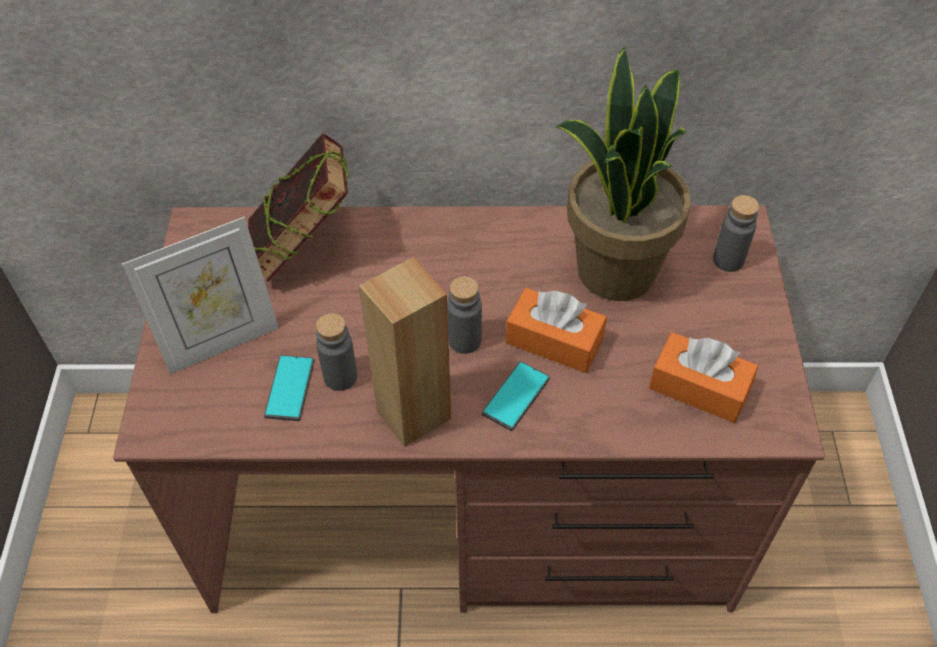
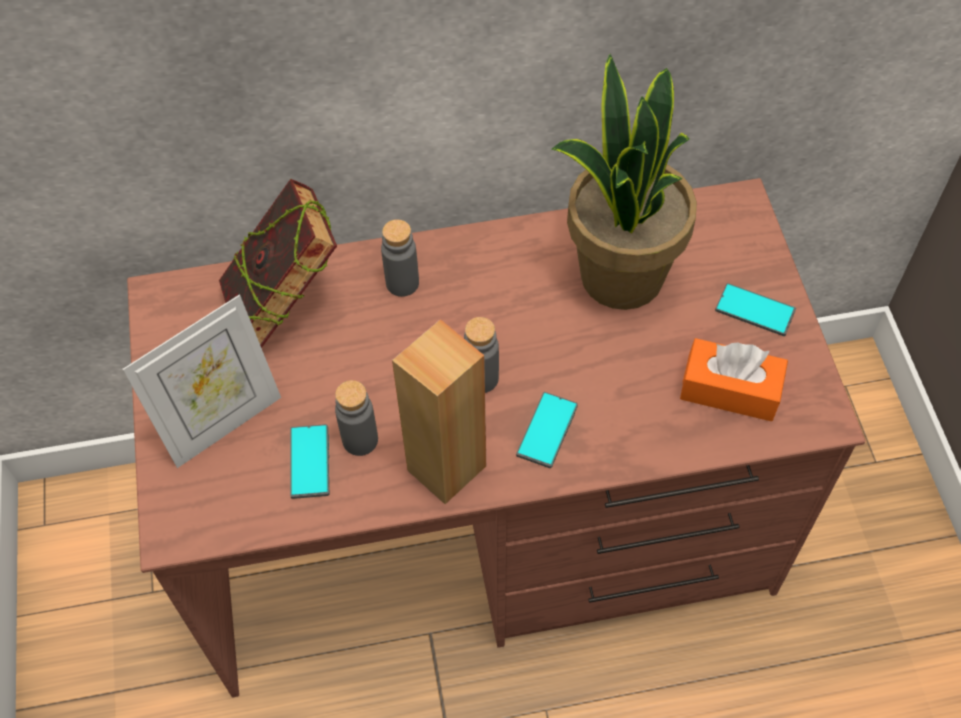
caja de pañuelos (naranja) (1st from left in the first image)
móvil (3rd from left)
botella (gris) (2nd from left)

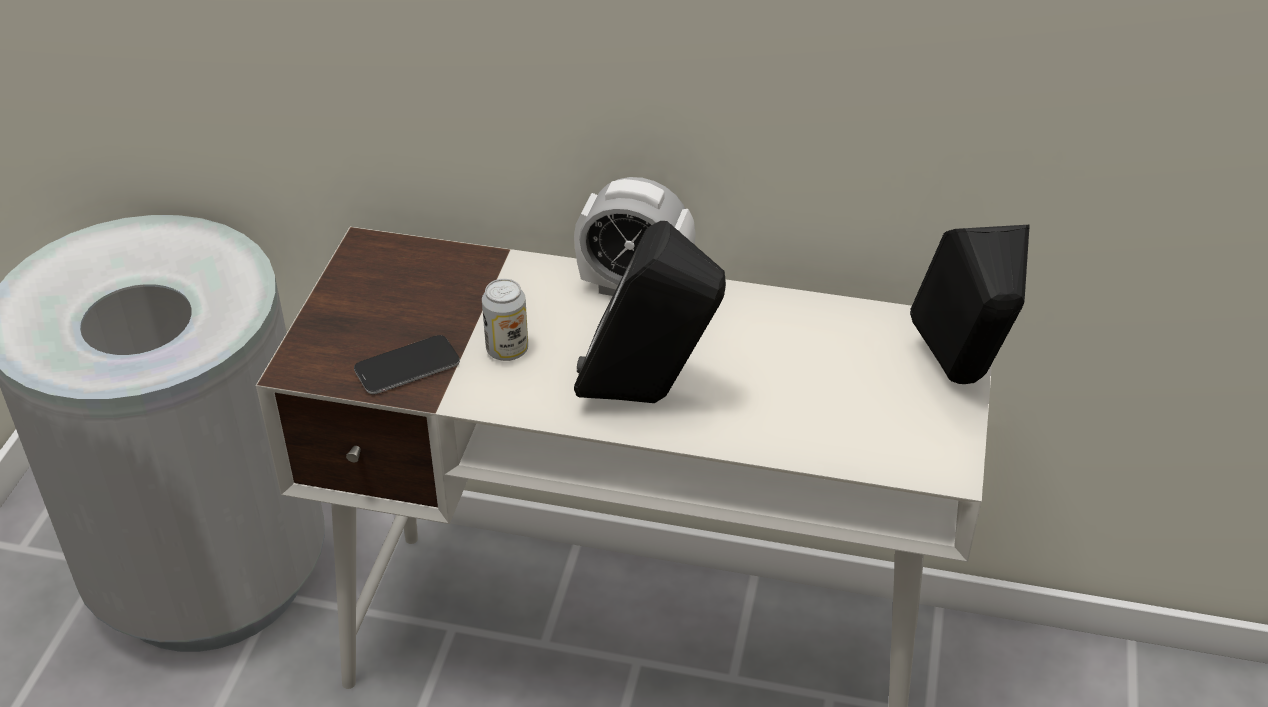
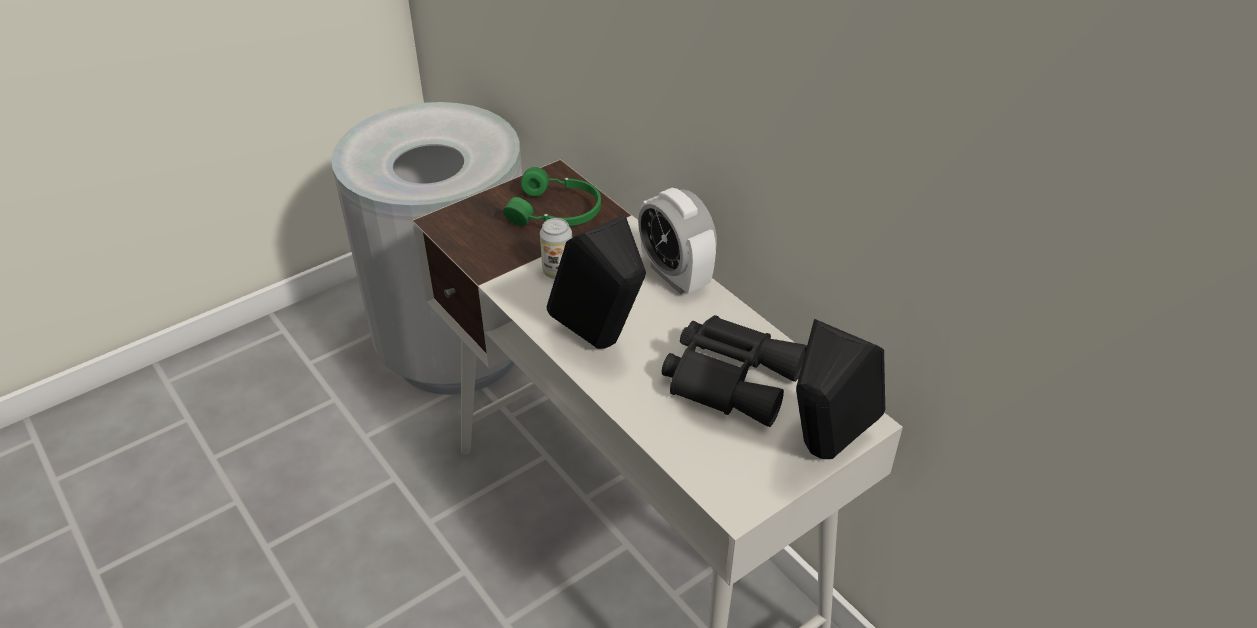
móvil
auriculares (verde)
prismáticos (negro)

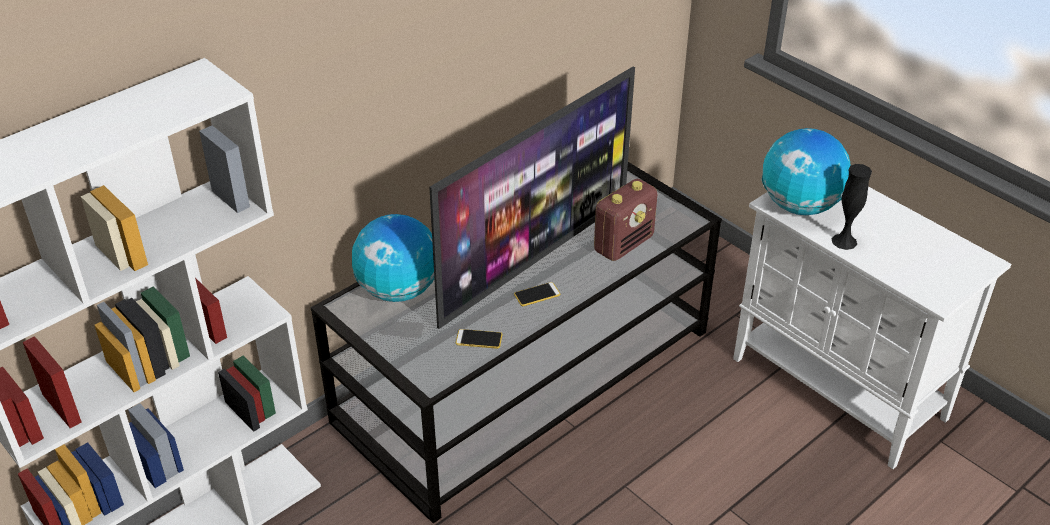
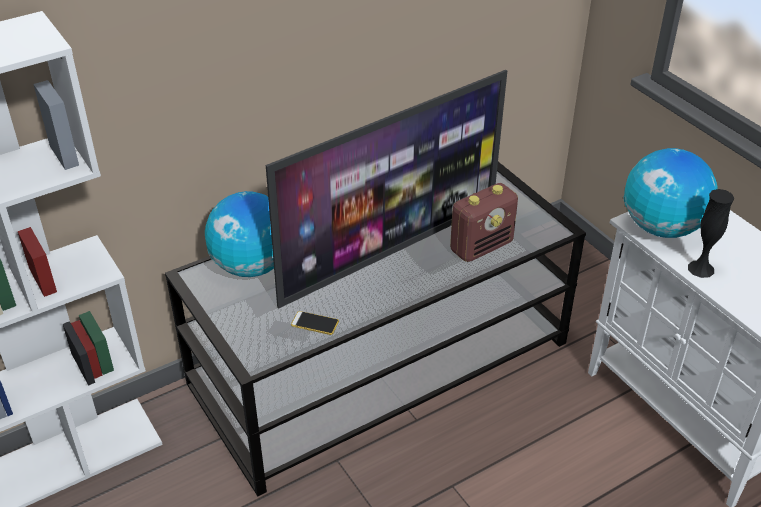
móvil (2nd from left in the first image)

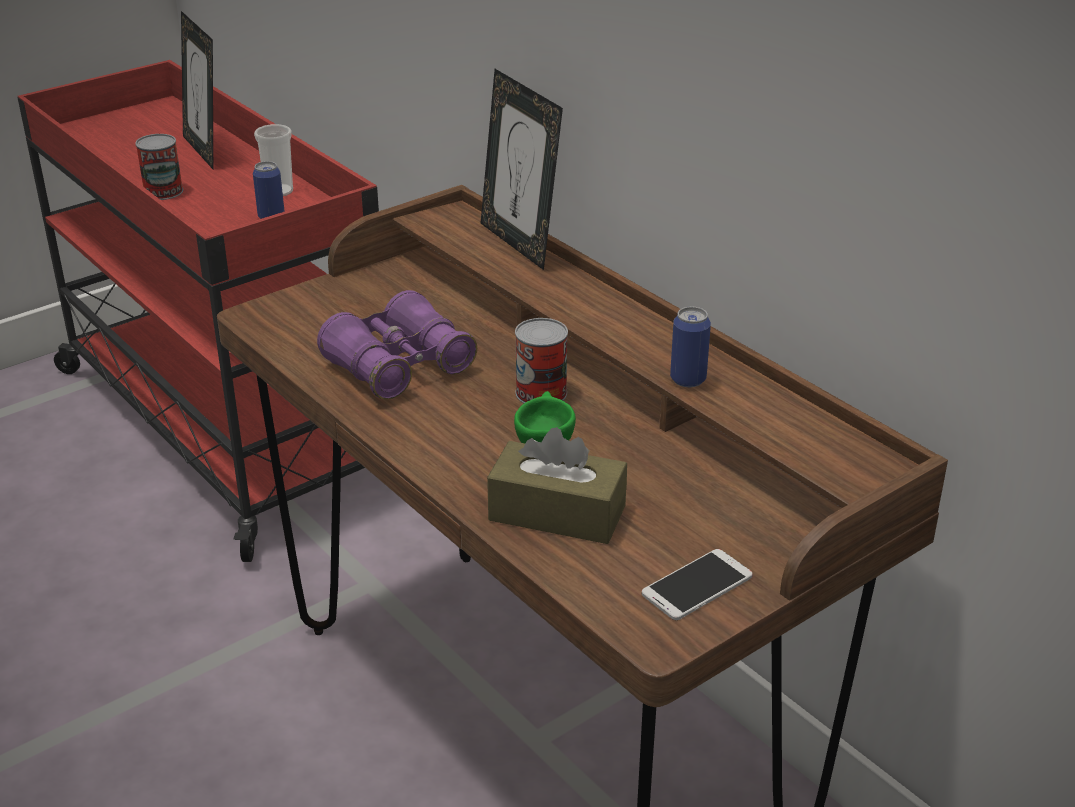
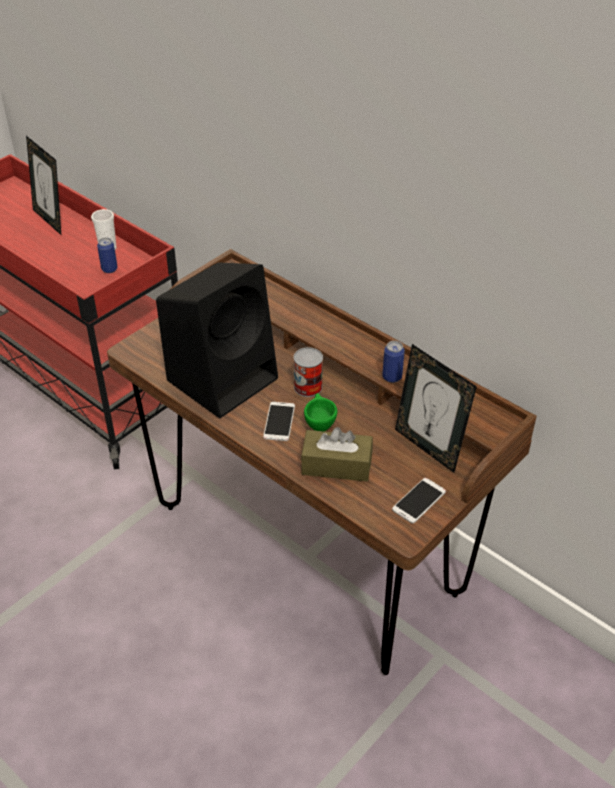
lata (1st from left in the first image)
móvil (1st from left)
portarretratos (2nd from left)
altavoz (negro)

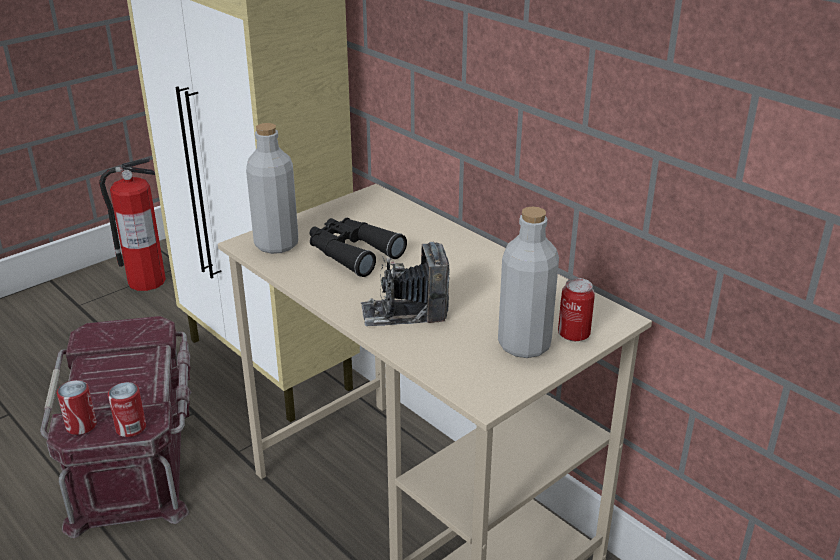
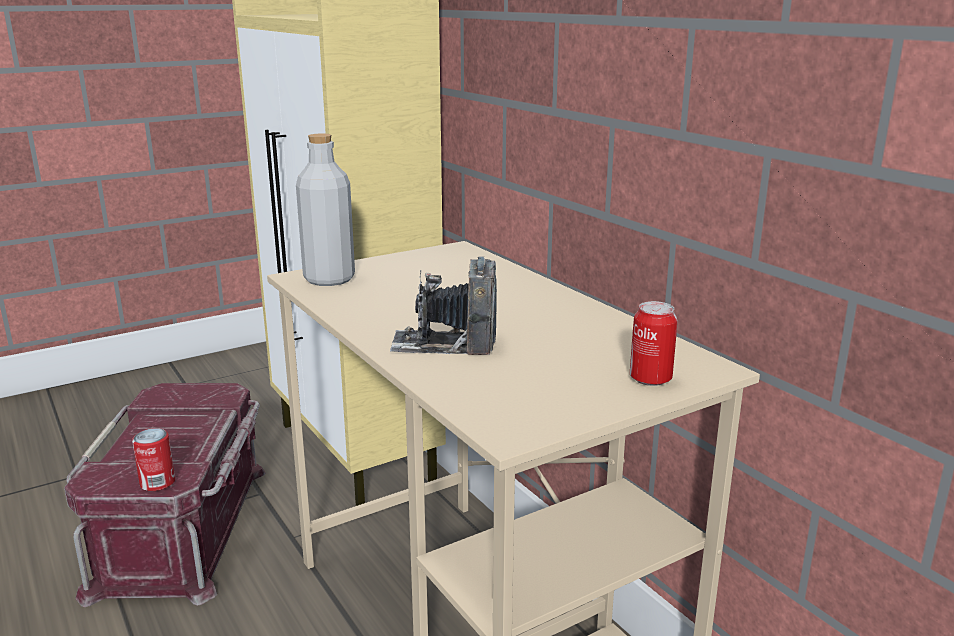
lata (1st from left in the first image)
extintor
prismáticos (negro)
botella (gris) (2nd from left in the first image)

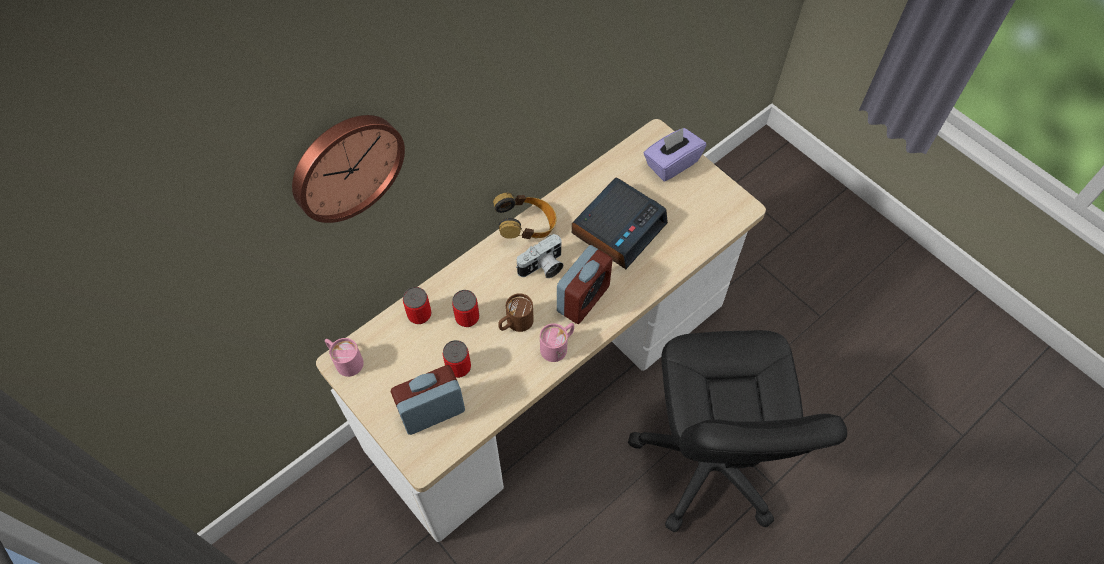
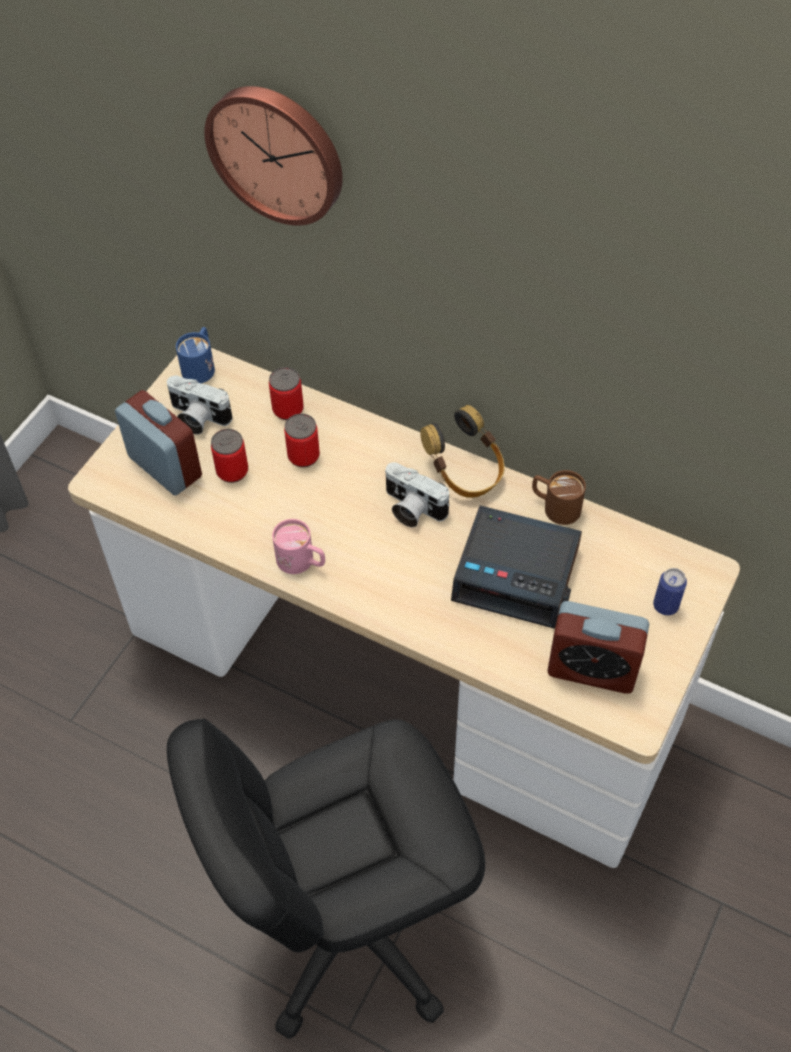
cámara (1st from left)
taza grande (marrón)
despertador (3rd from left)
lata (4th from left)
taza grande (azul)

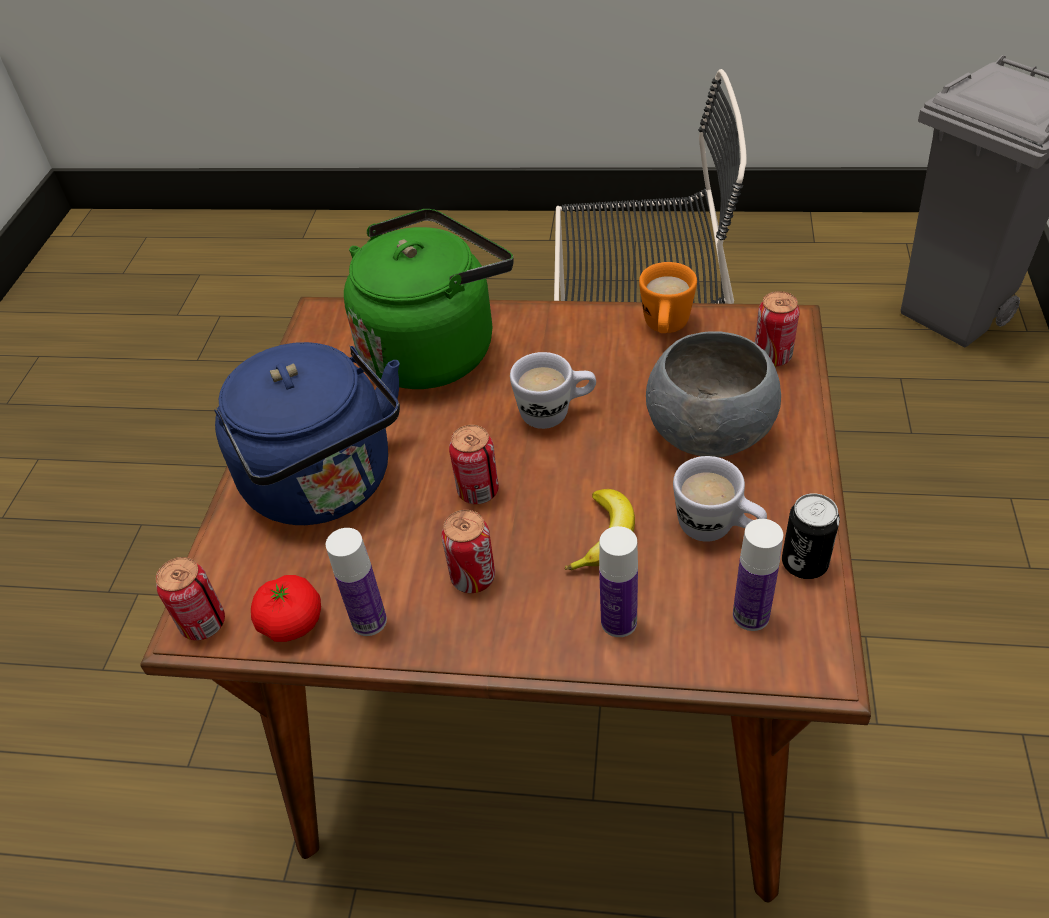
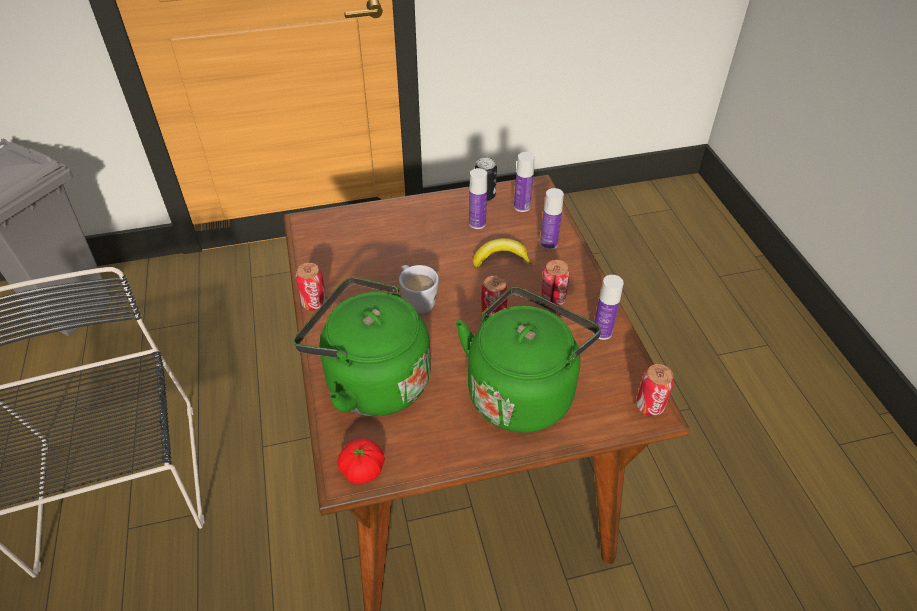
taza grande (naranja)
cuenco (gris)
tomate
lata (1st from left)
botella (1st from left)
hervidor (verde) (2nd from left)

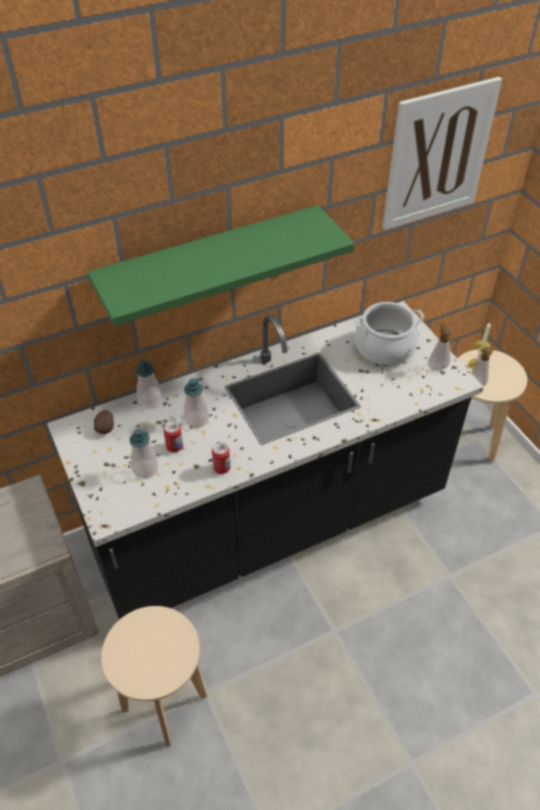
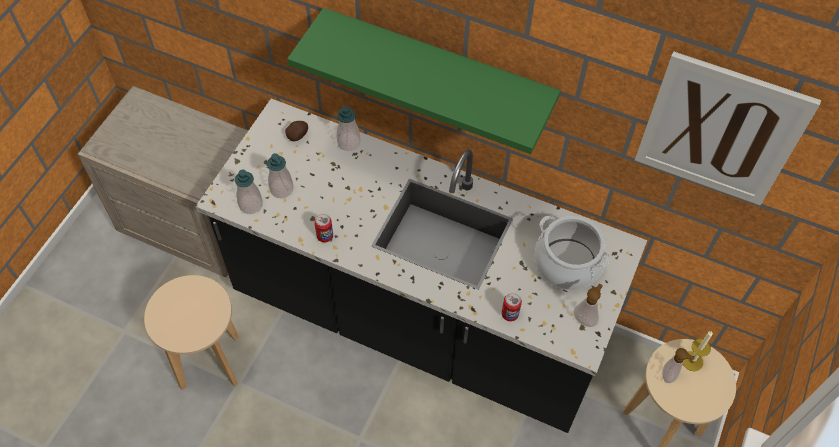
lata (2nd from left)
dispensador de jabón (1st from left)

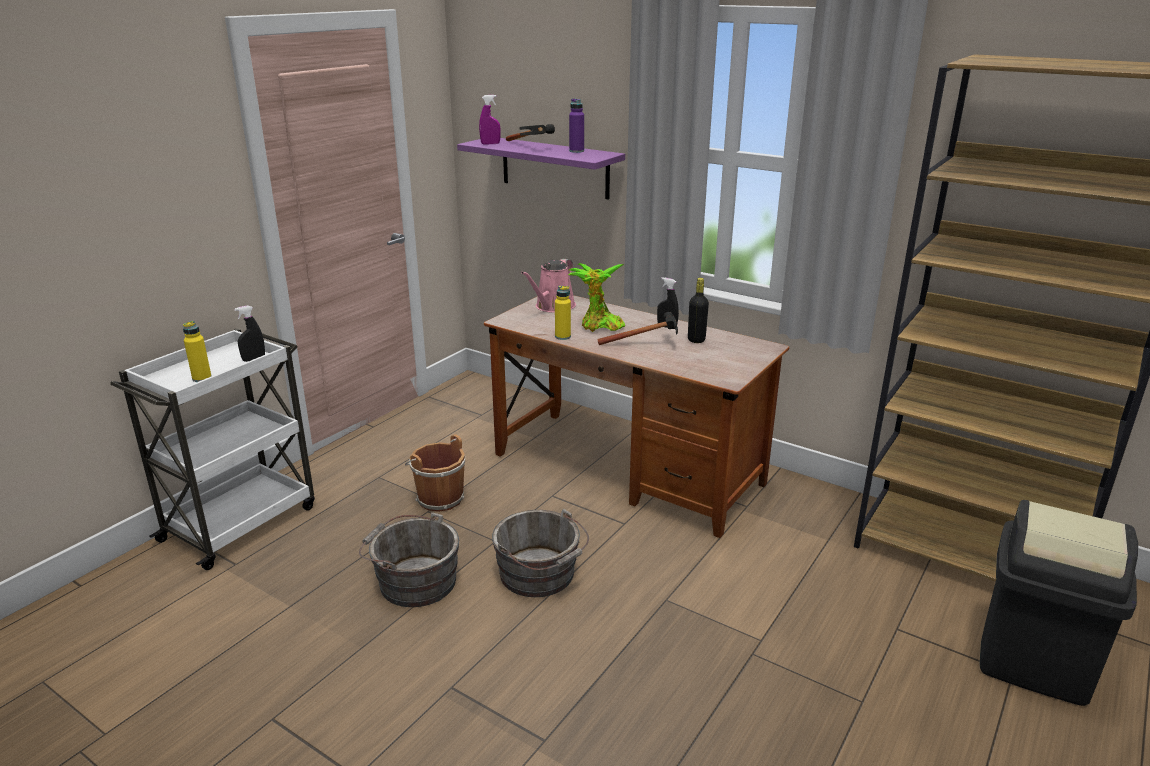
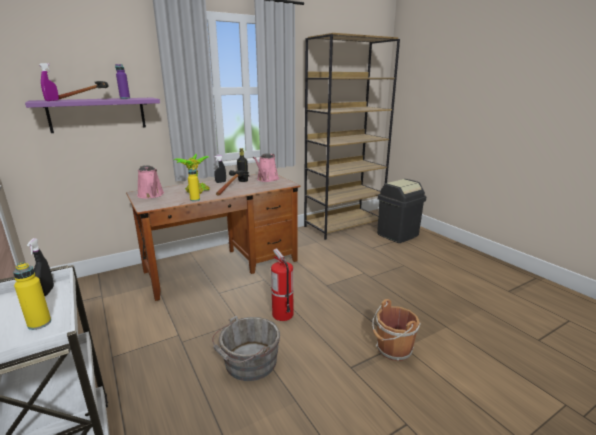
regadera (rosa) (2nd from left)
cubo (marrón)
extintor

